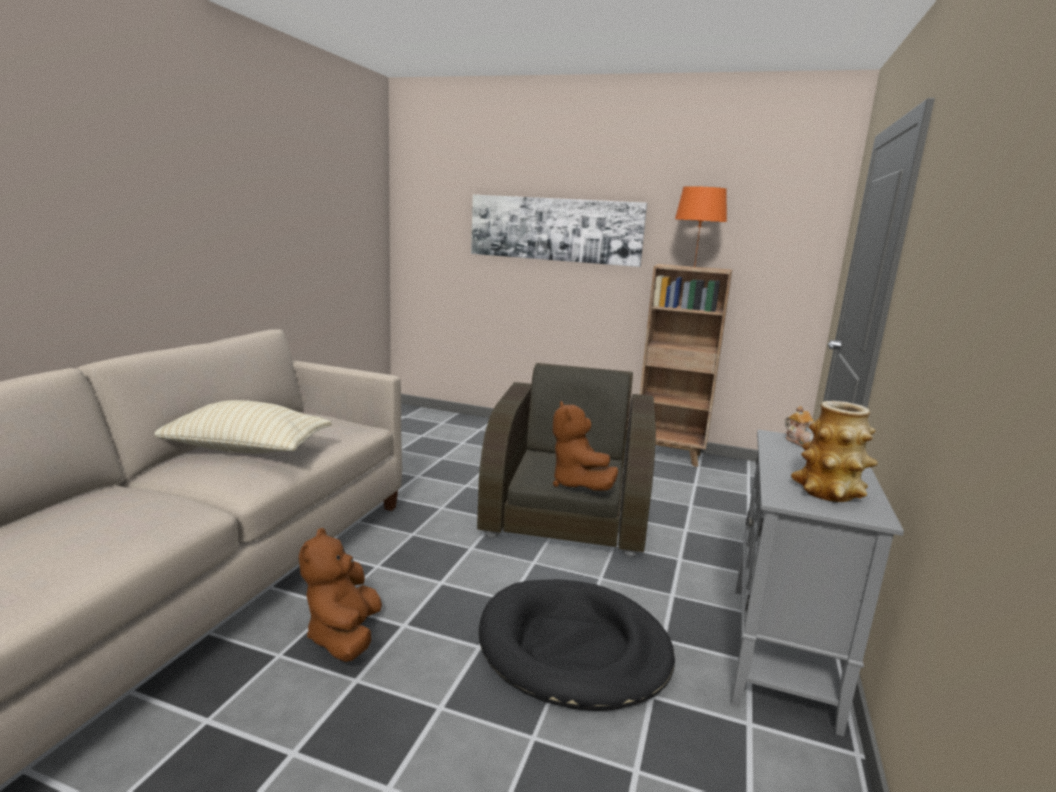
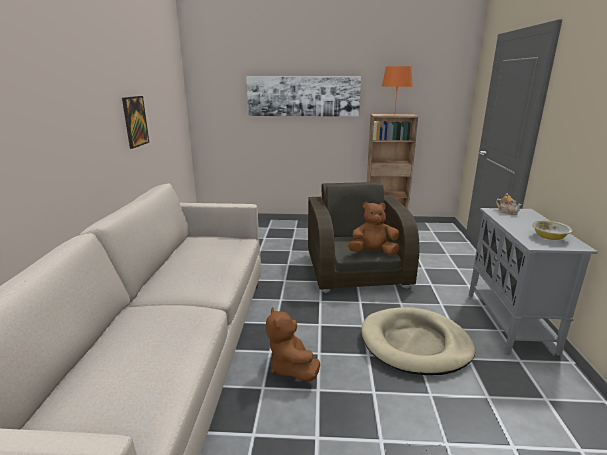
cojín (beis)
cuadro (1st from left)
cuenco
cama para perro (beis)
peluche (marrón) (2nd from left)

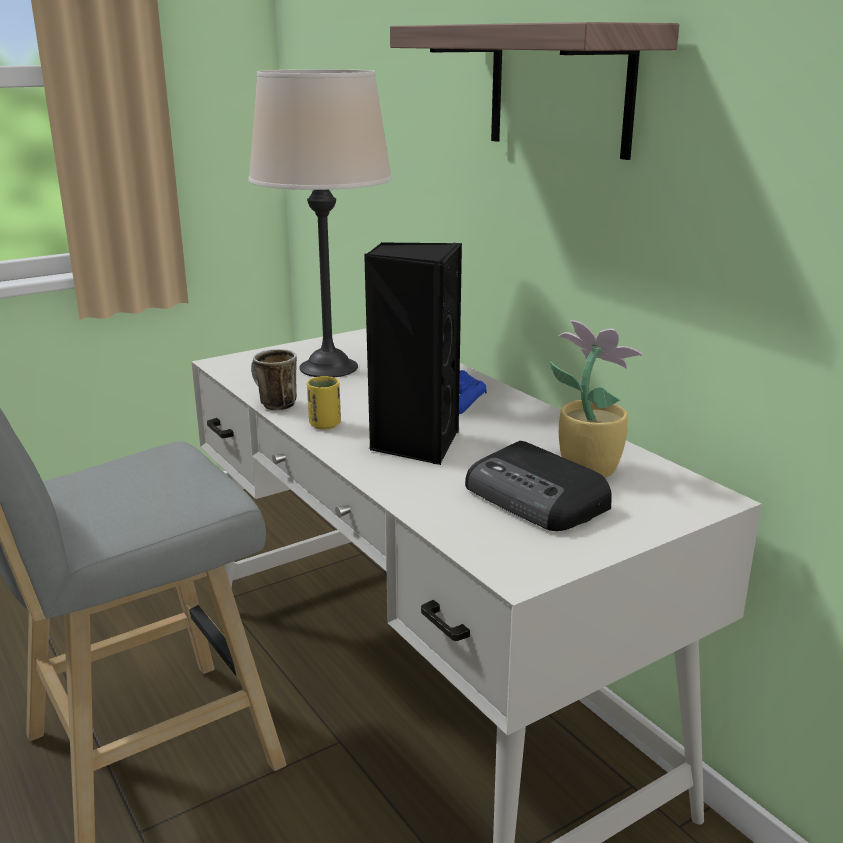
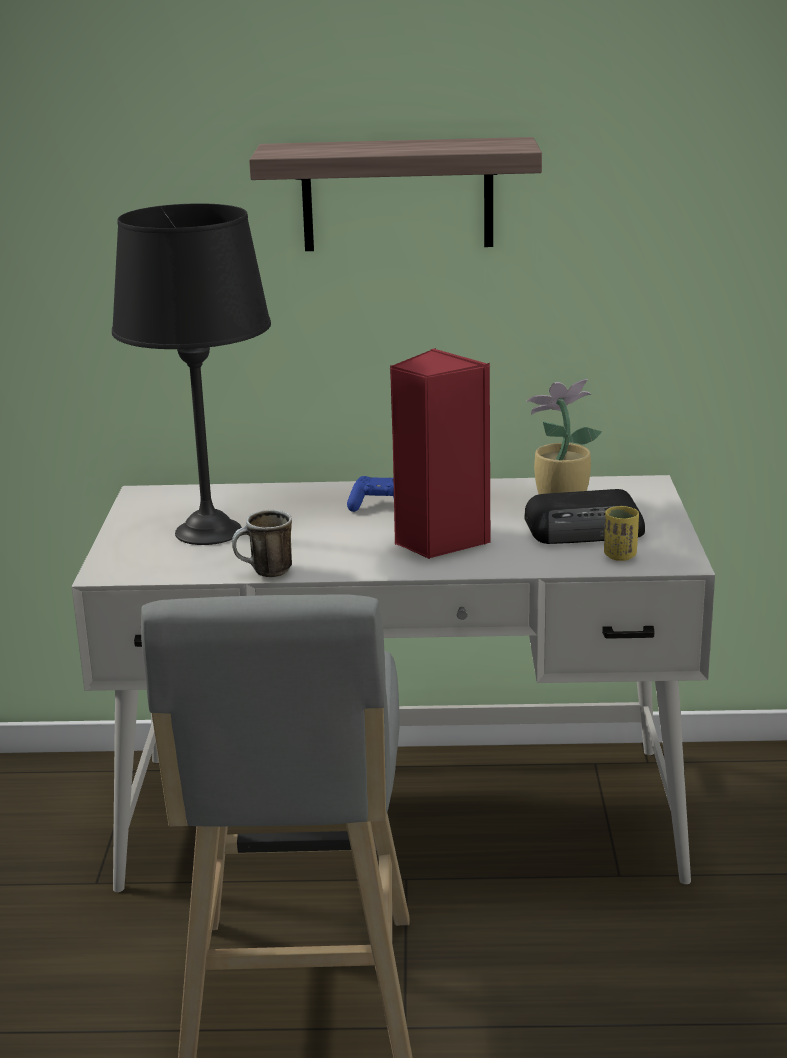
taza (amarillo)
lámpara de mesa (negro)
altavoz (rojo)

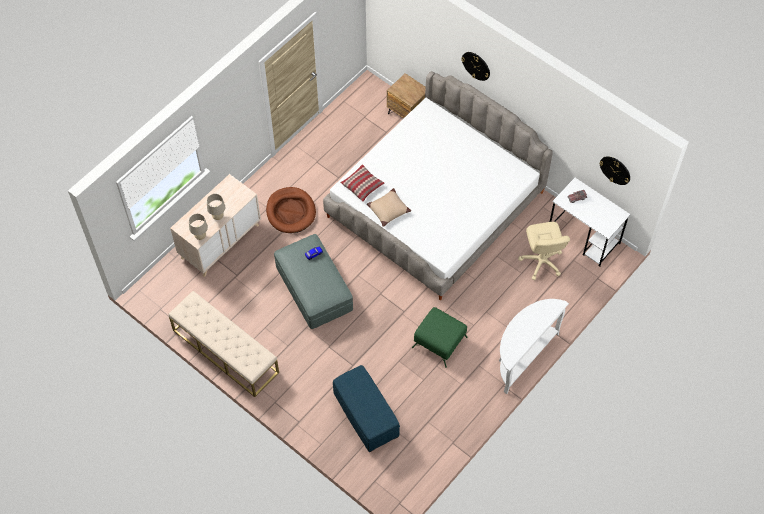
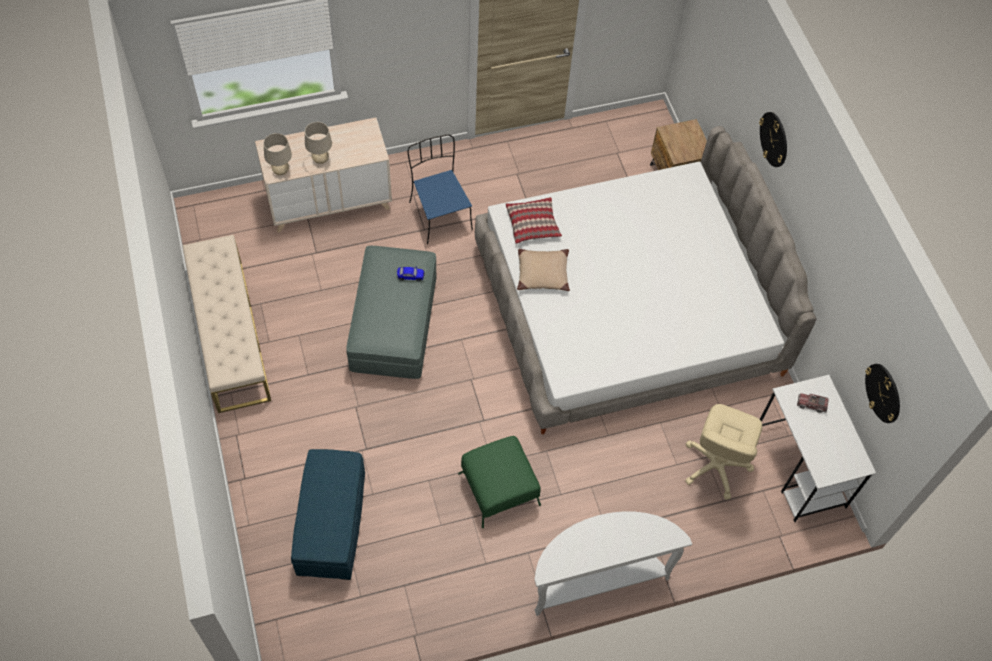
silla (azul)

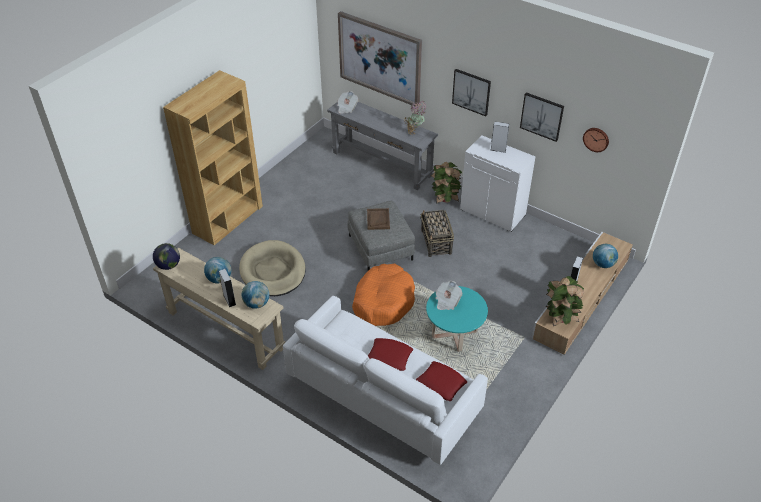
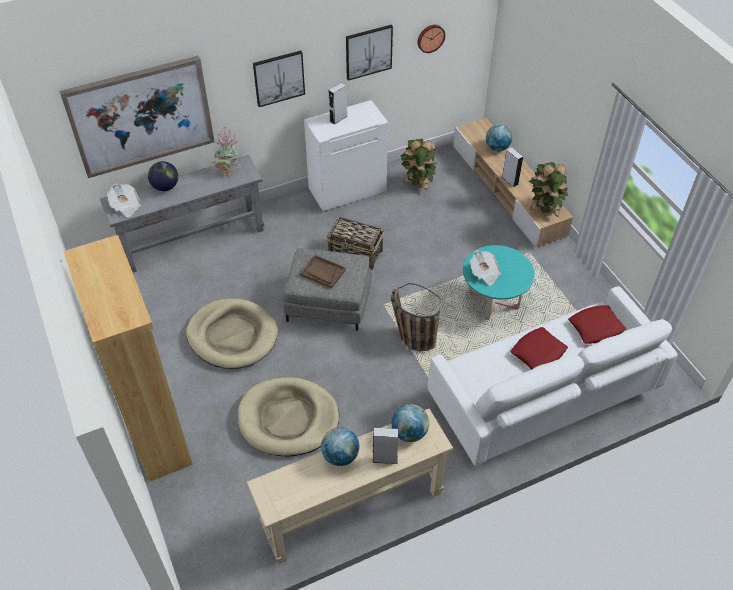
cama para perro (beis) (1st from left)
globo terráqueo (1st from left)
planta en maceta (2nd from left)
cesta (2nd from left)

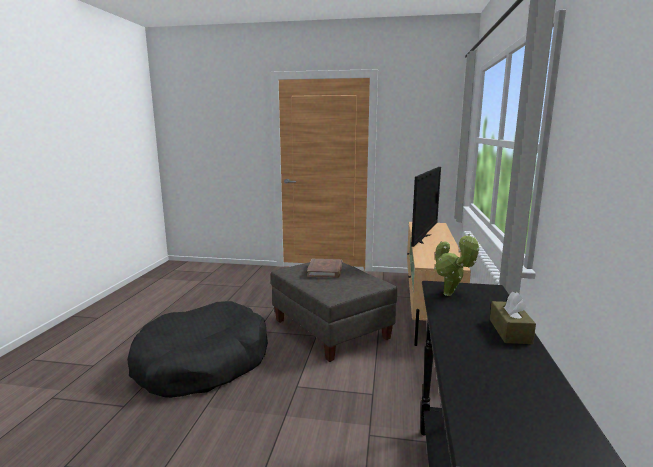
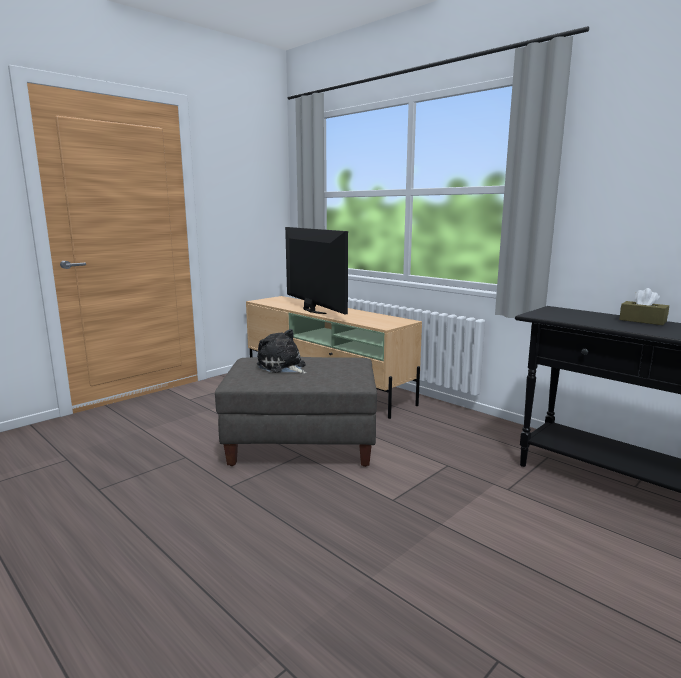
cama para perro (negro)
planta en maceta
peluche

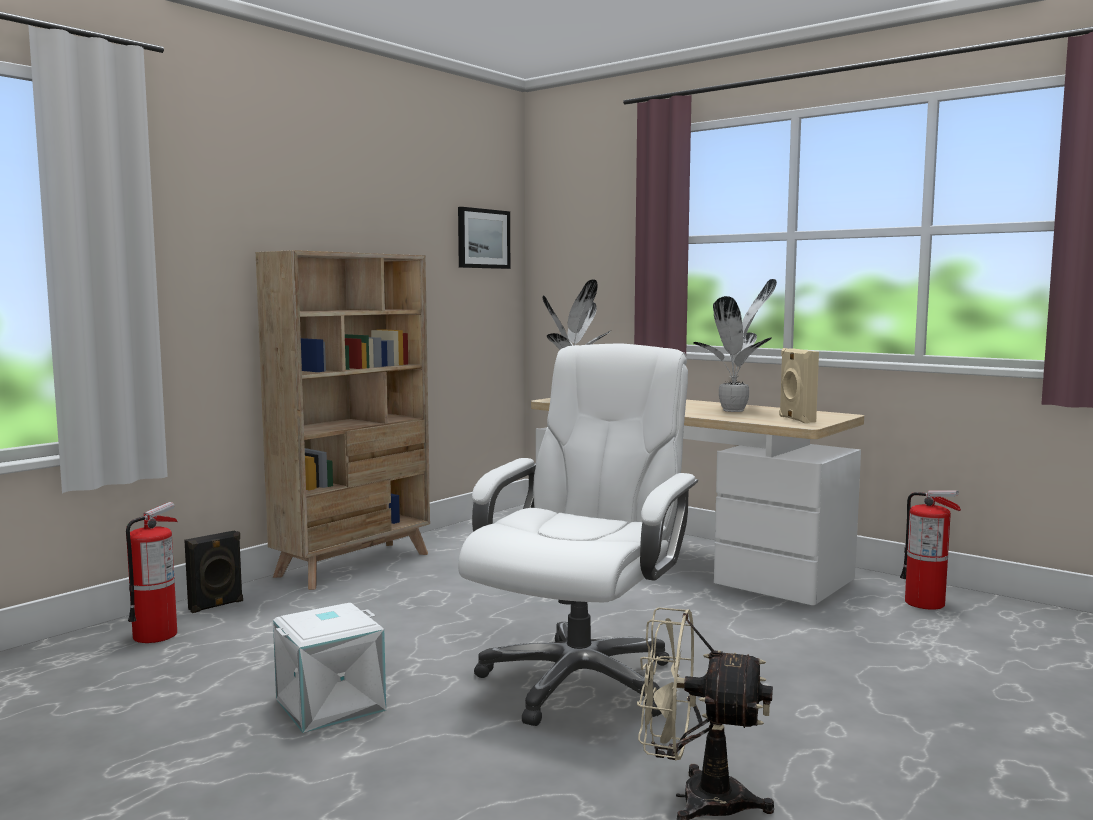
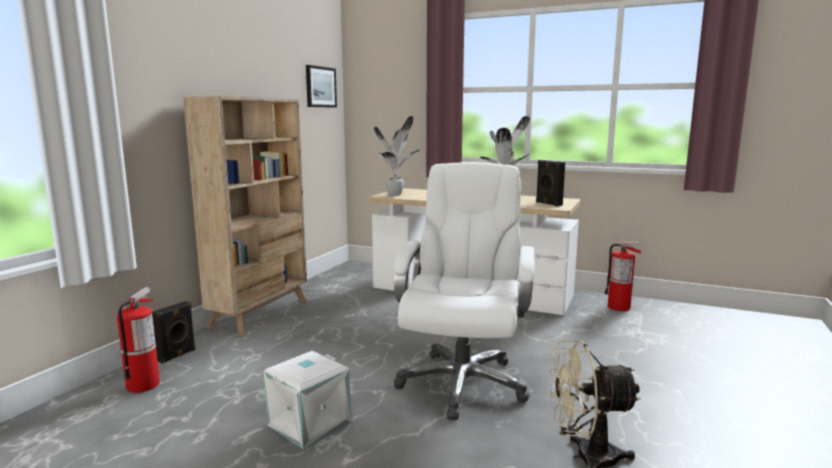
altavoz (negro) (2nd from left)

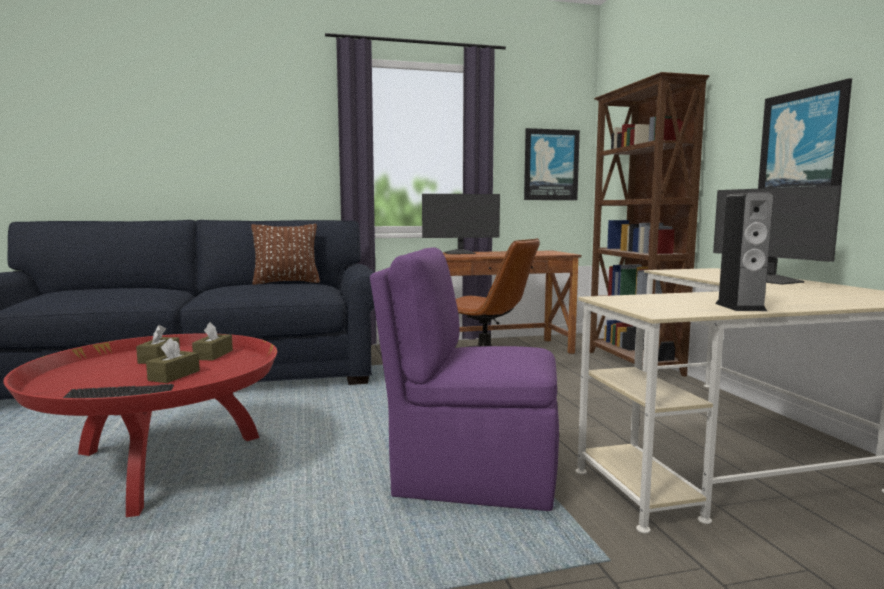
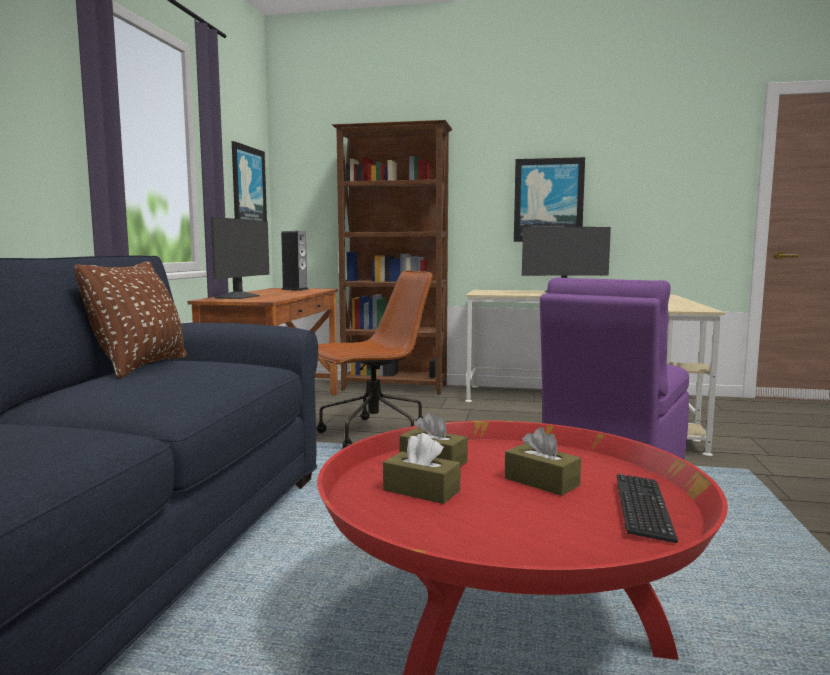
altavoz

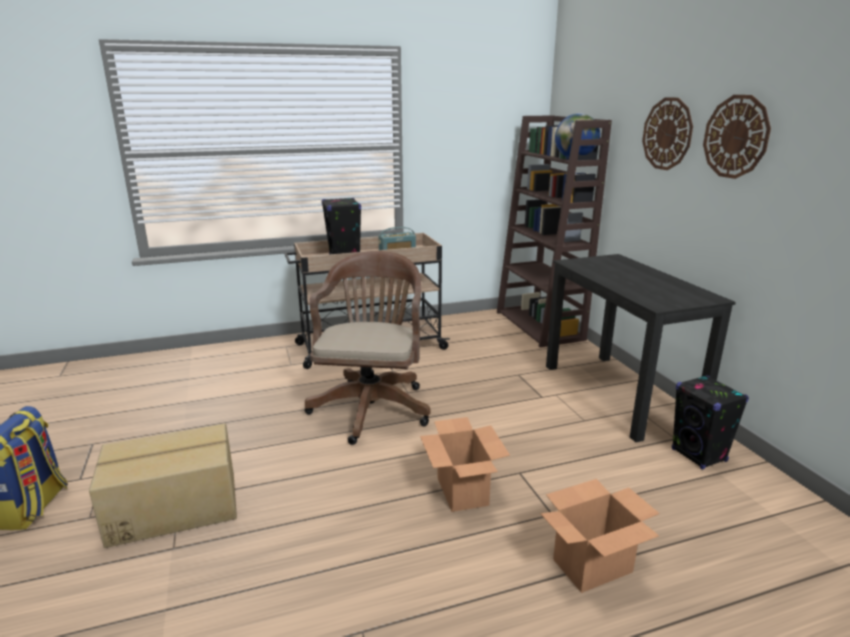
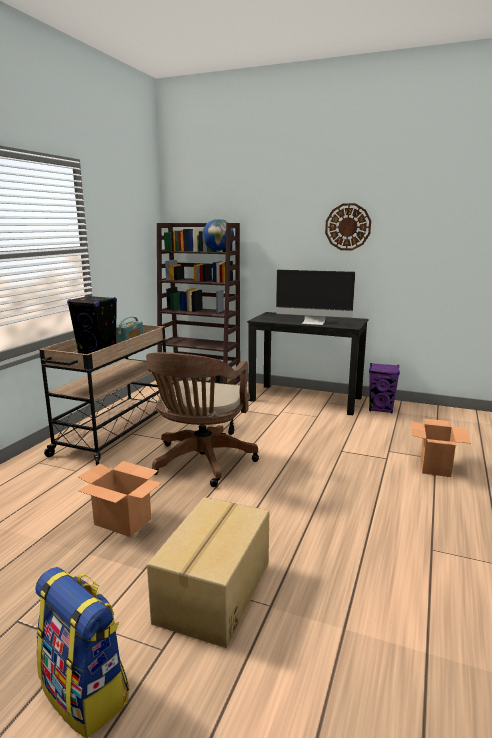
reloj de pared (1st from left in the first image)
monitor
caja de cartón (1st from left)
altavoz (morado)
silla de oficina (marrón)

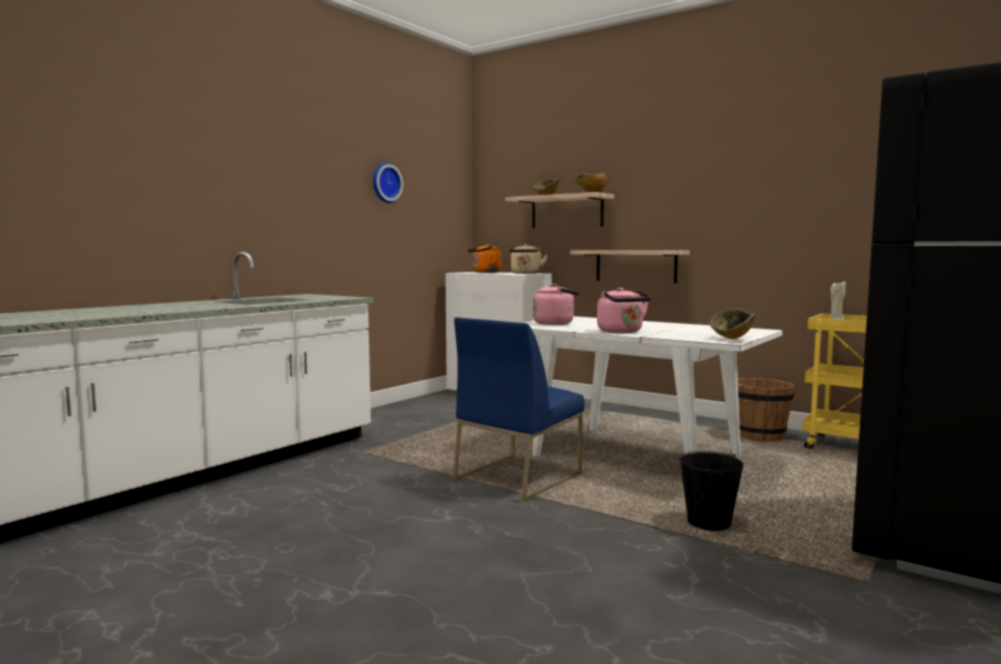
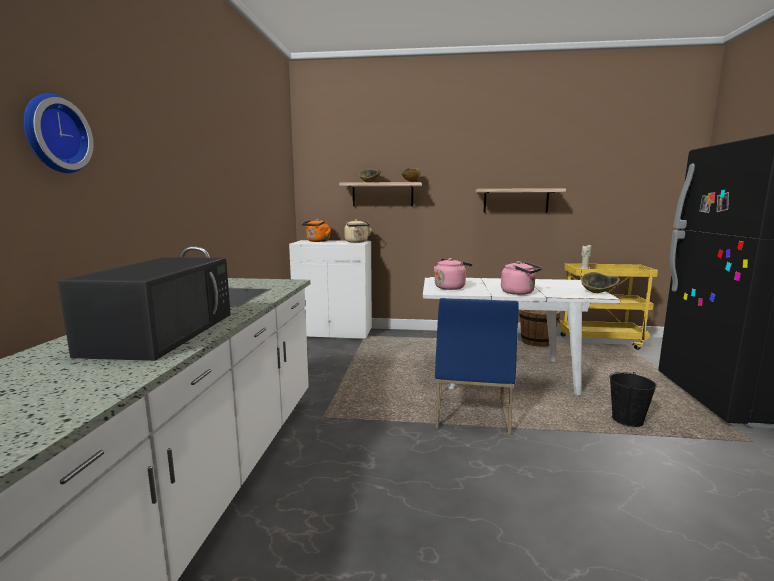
microondas (negro)
reloj de pared
estante (2nd from left)

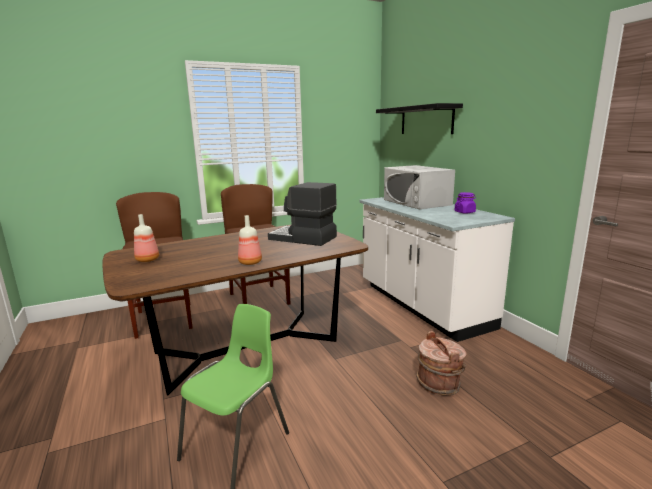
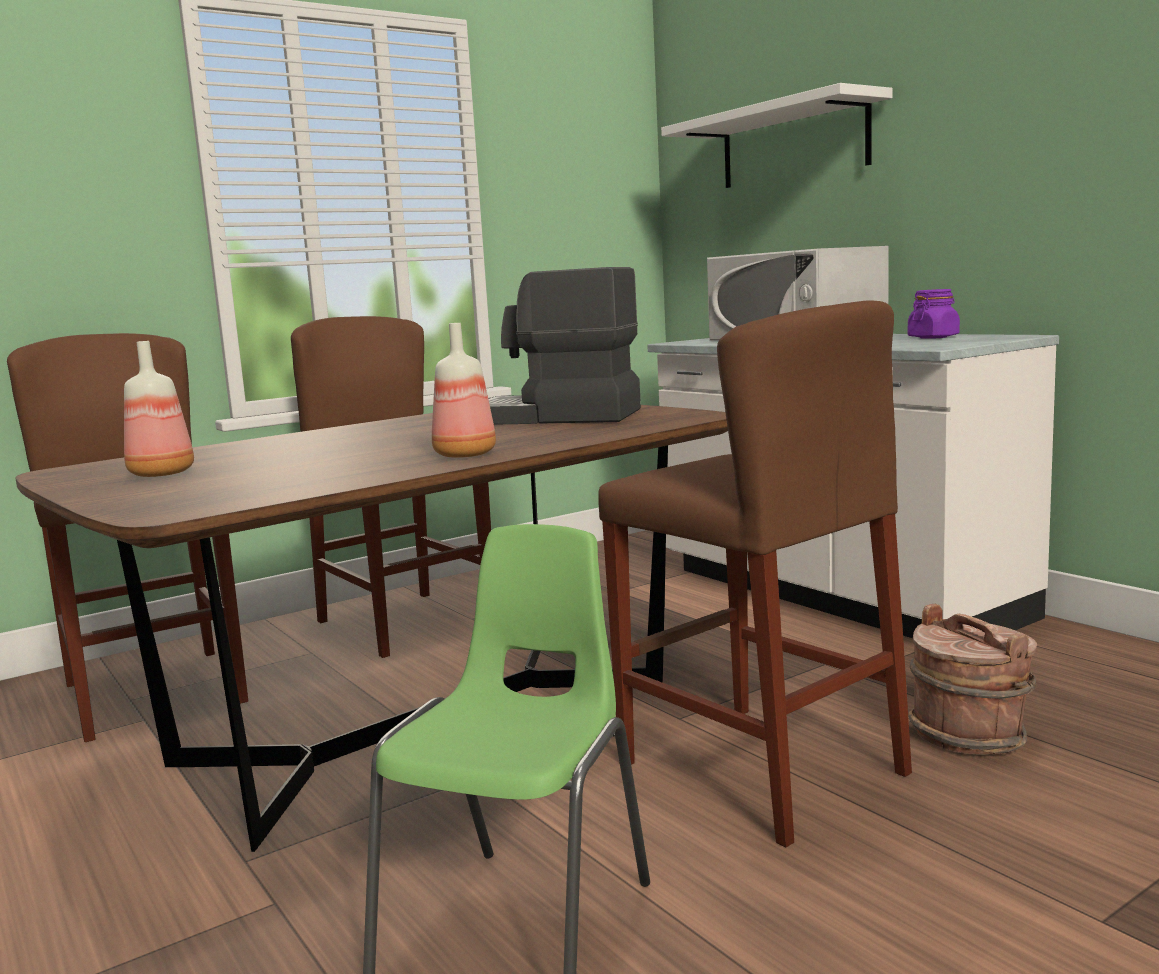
taburete (marrón) (3rd from left)
estante (blanco)

